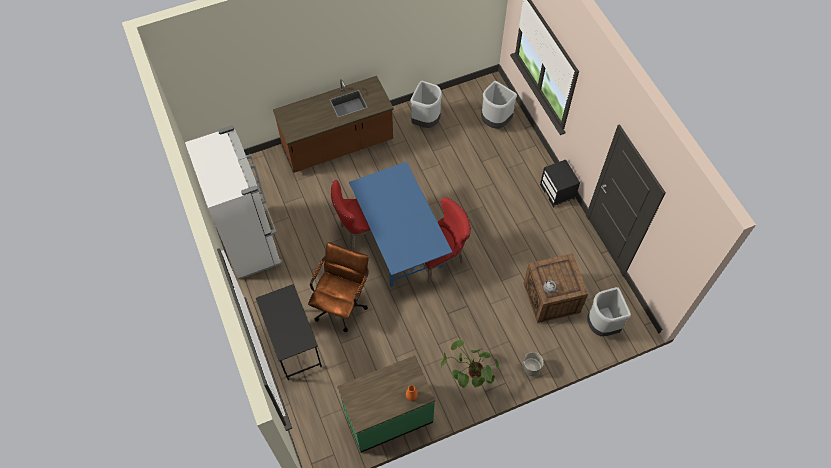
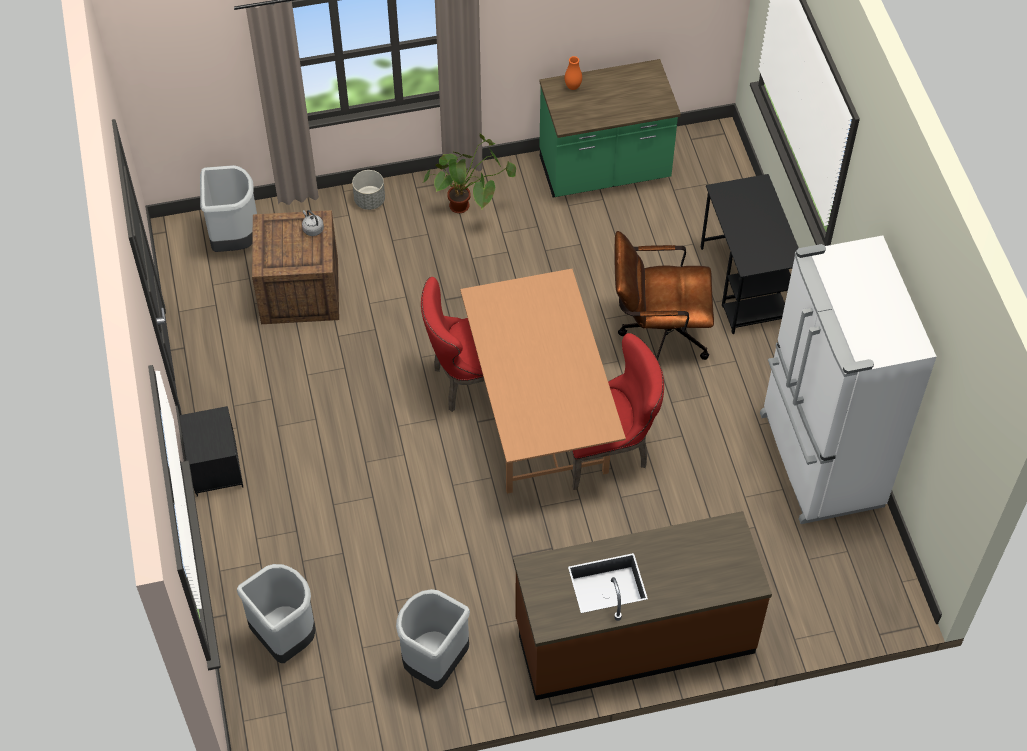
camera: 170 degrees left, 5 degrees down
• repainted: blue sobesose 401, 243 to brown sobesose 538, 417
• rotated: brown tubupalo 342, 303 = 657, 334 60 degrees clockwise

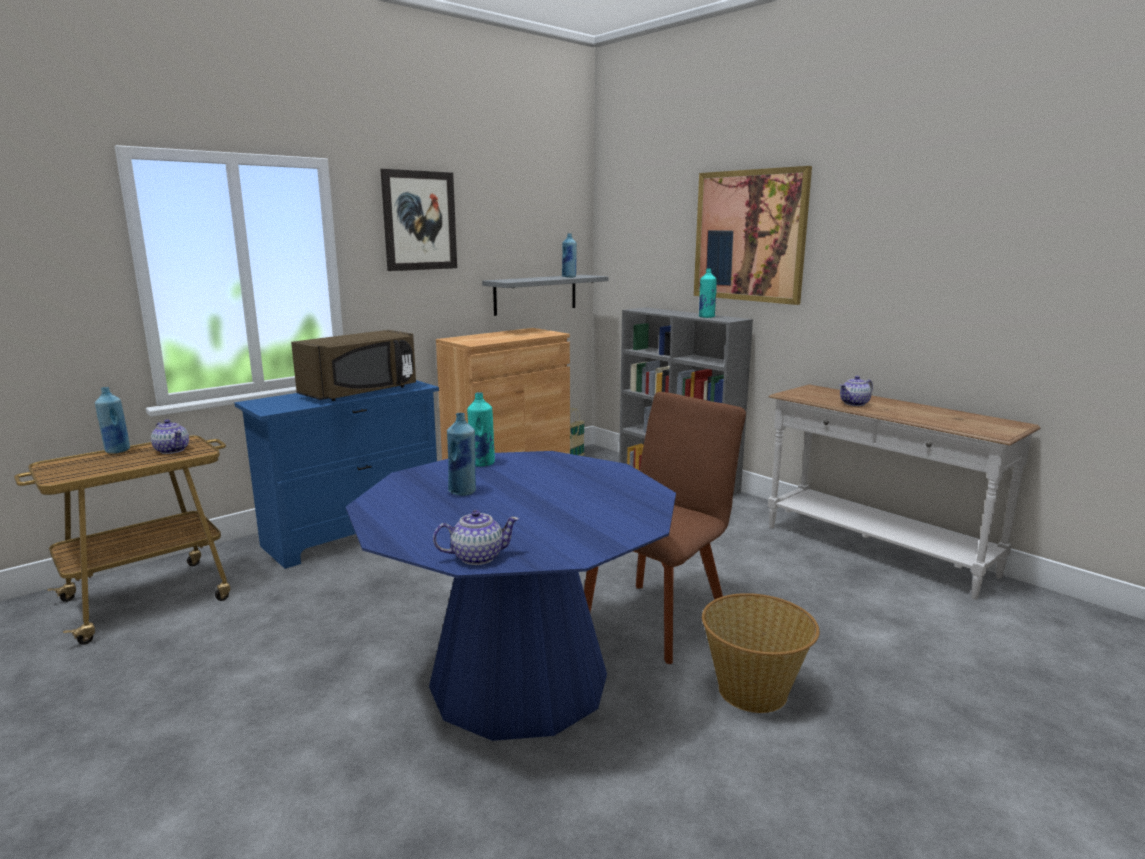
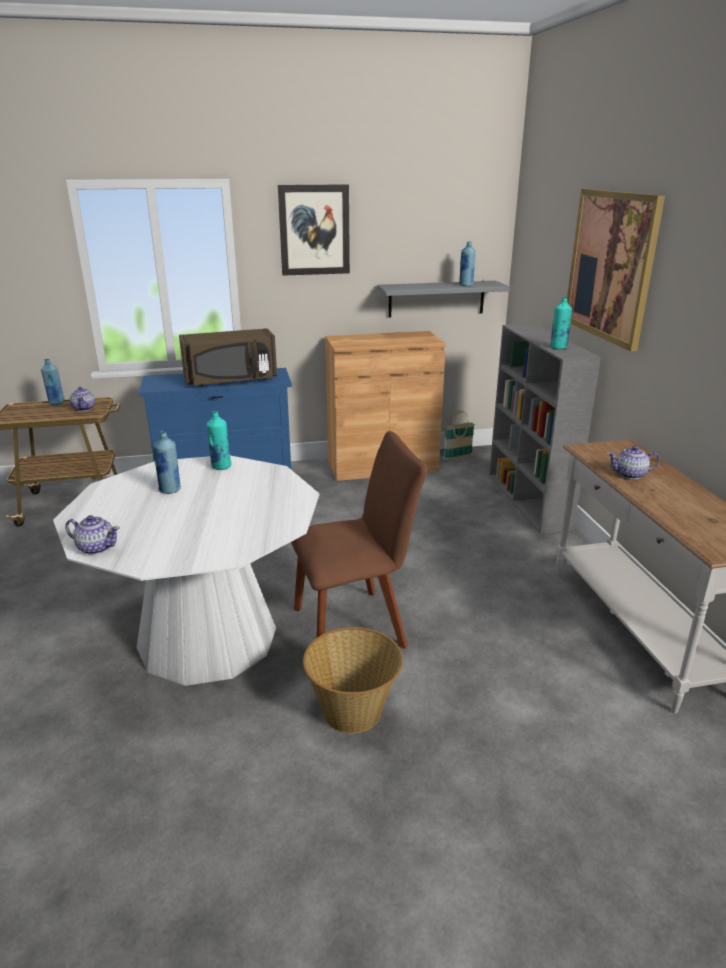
camera: 30 degrees right, 10 degrees up
• repainted: blue sobesose 519, 680 to white sobesose 207, 637

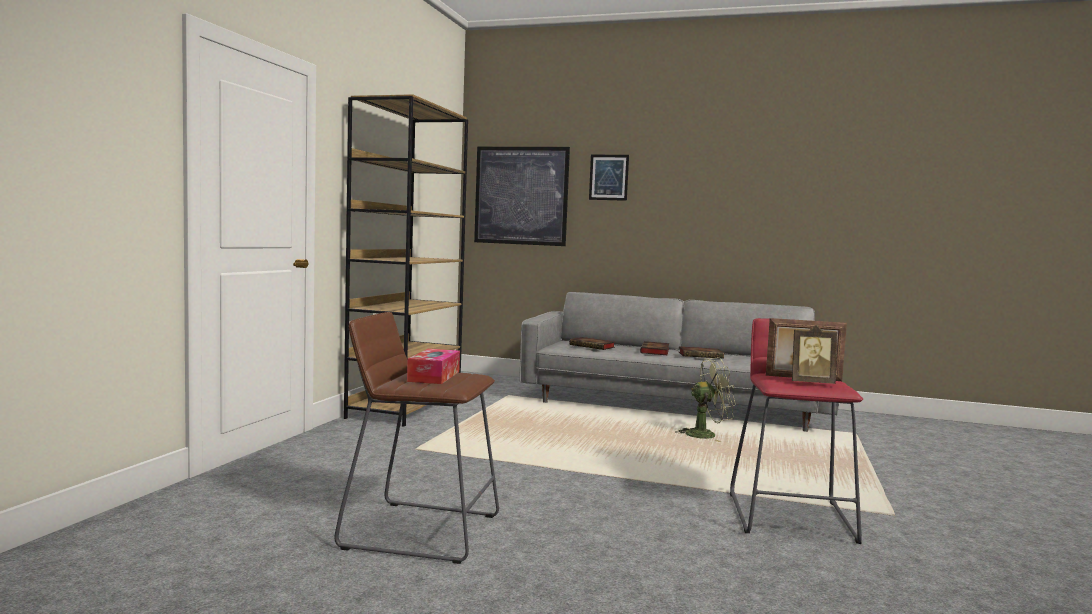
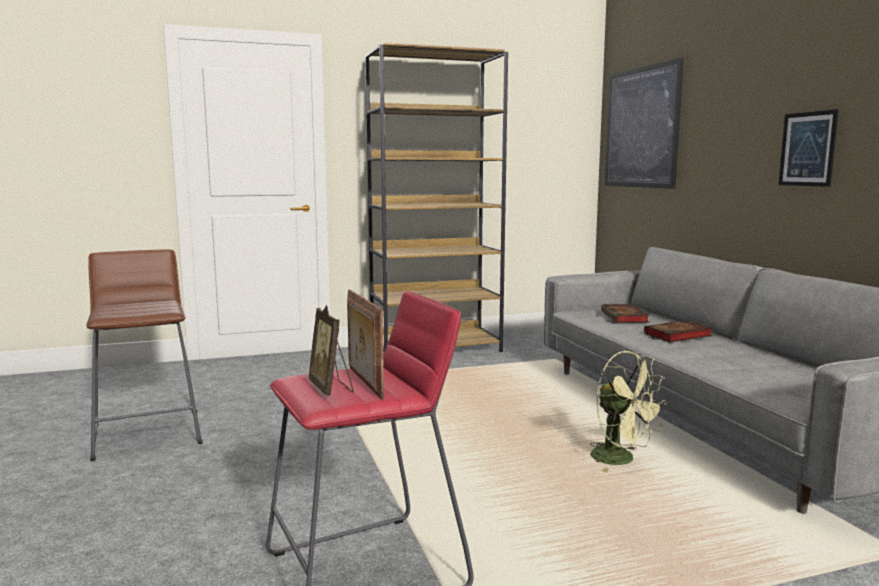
camera: 55 degrees right, 5 degrees up
• gone: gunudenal 434, 376
• gone: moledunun 701, 355
• shifted: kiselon 608, 177 to 807, 149

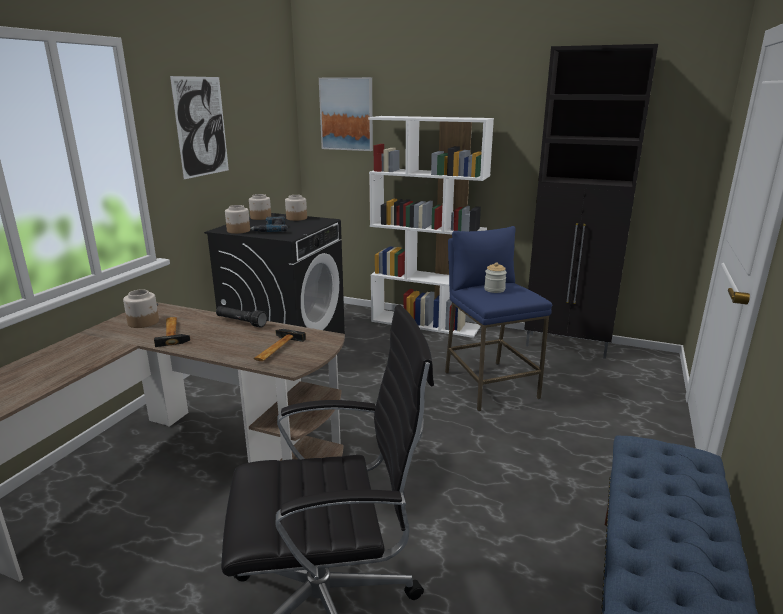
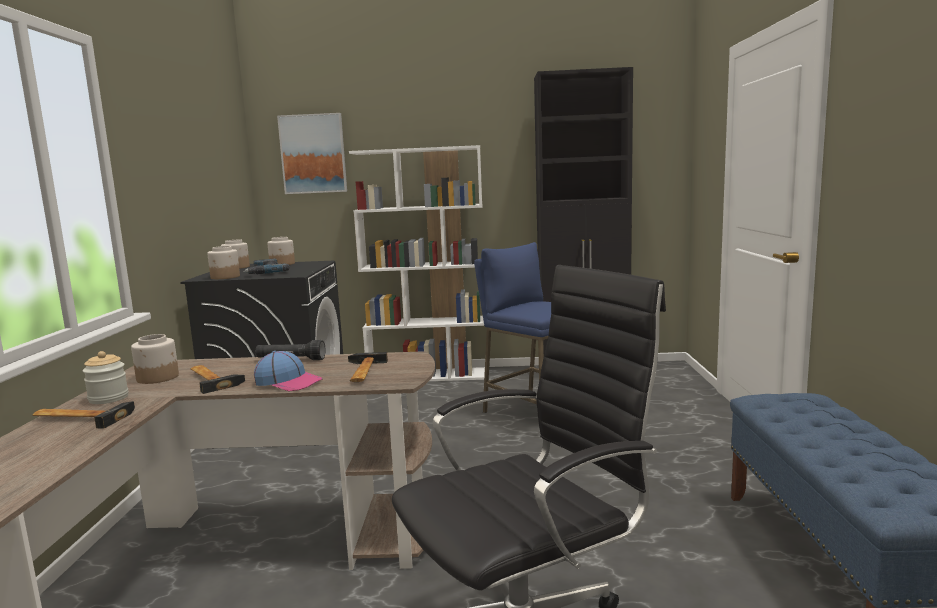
camera: 20 degrees left, 10 degrees down
• gone: kiselon 201, 127
• new: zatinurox 81, 417
• new: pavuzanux 288, 382
• shifted: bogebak 494, 289 to 108, 398

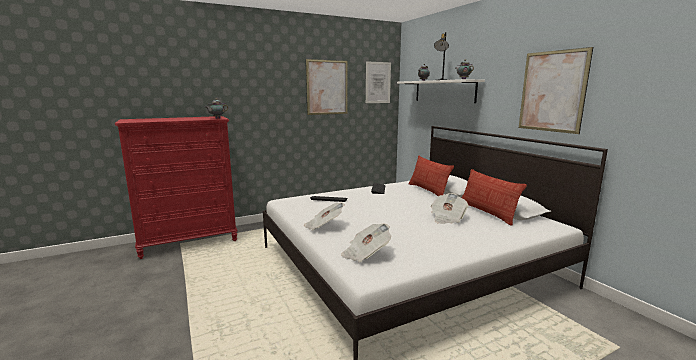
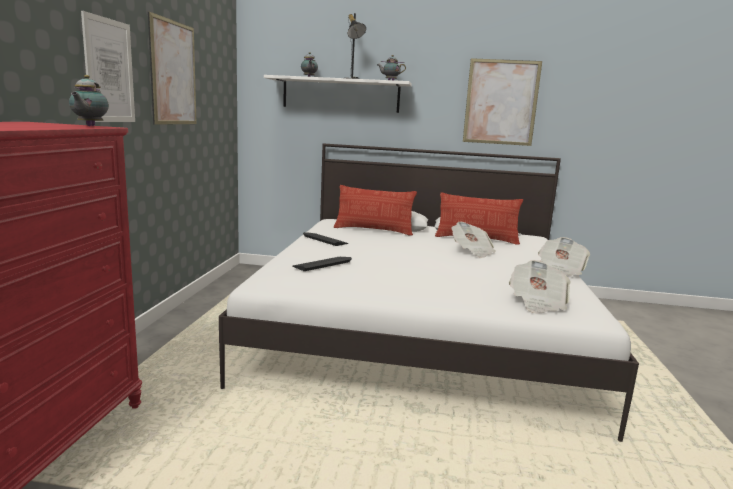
camera: 55 degrees left, 0 degrees up
• shifted: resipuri 323, 226 to 560, 270
• shifted: kiselon 378, 82 to 109, 71

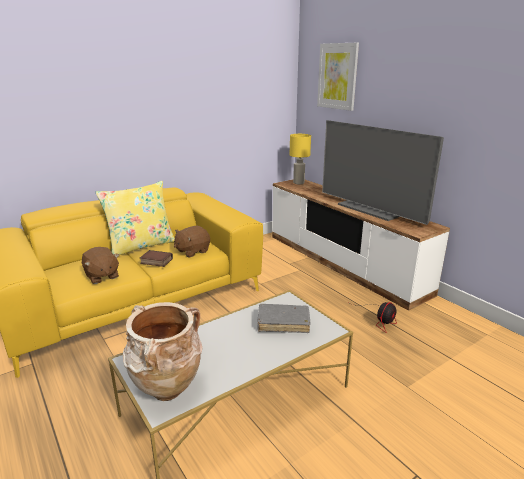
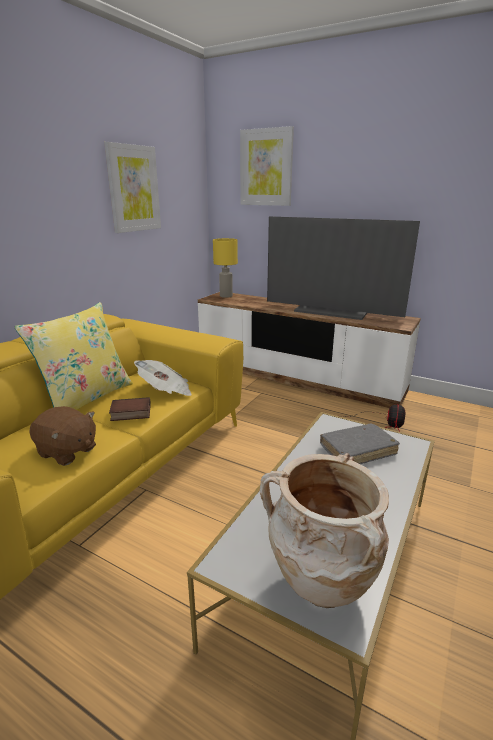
camera: 25 degrees left, 0 degrees up
• new: kiselon 133, 189
• swapped: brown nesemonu 192, 251 to resipuri 165, 391

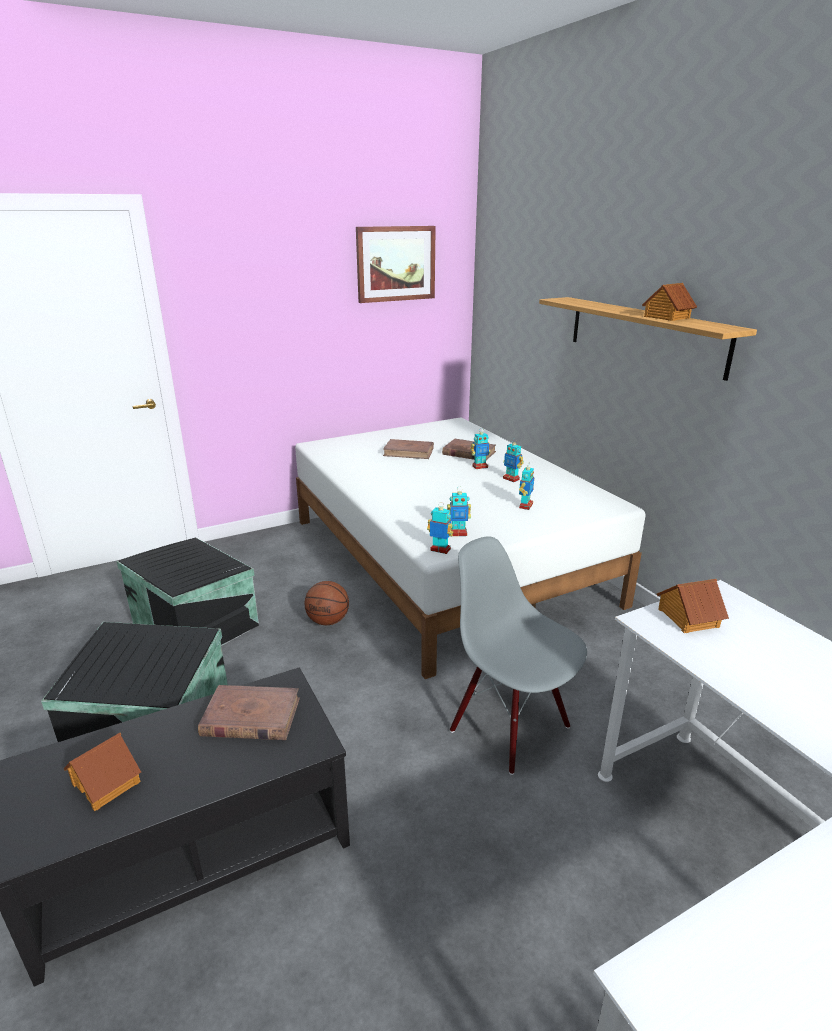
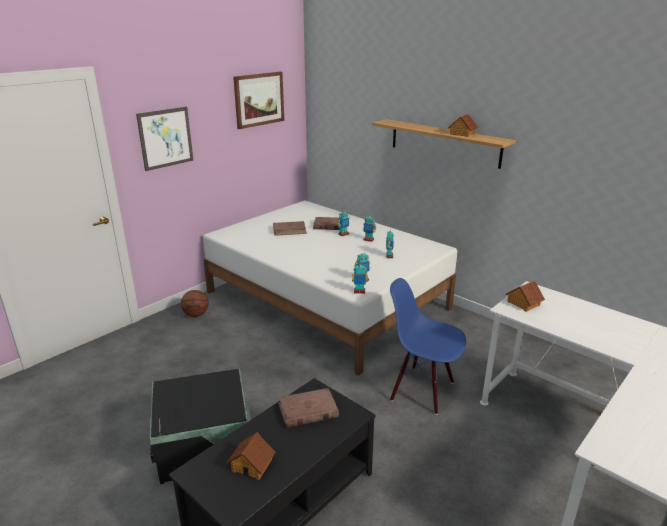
camera: 20 degrees left, 0 degrees up
• gone: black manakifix 196, 623
• new: kiselon 166, 138
• shifted: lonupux 328, 621 to 196, 314
• repainted: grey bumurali 511, 727 to blue bumurali 422, 390

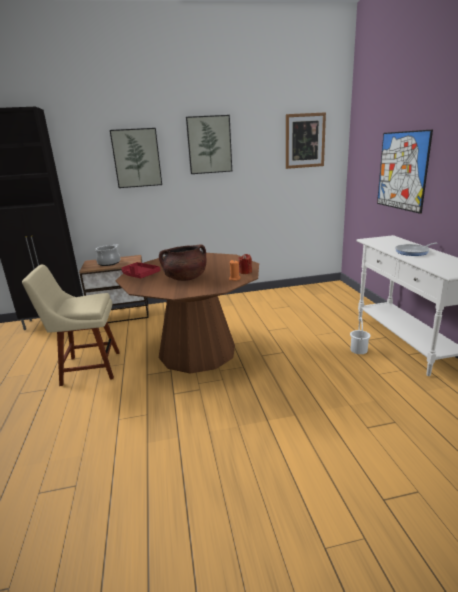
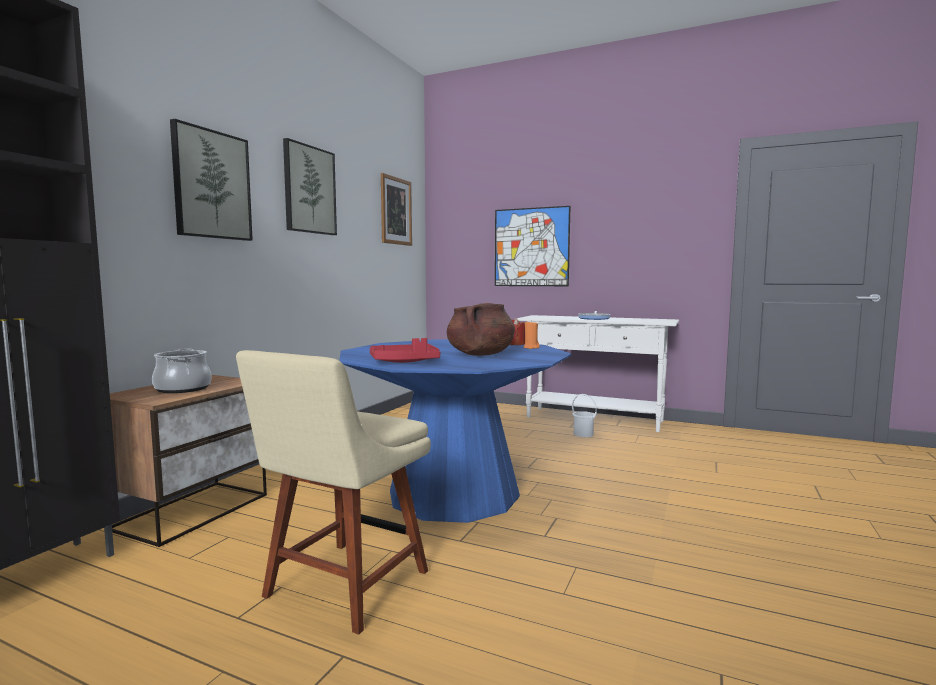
camera: 55 degrees left, 15 degrees down
• repainted: brown sobesose 197, 351 to blue sobesose 454, 493

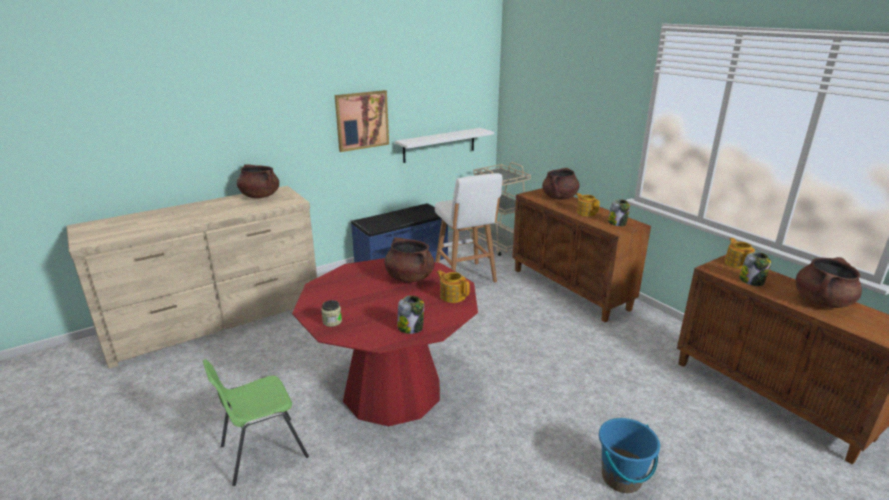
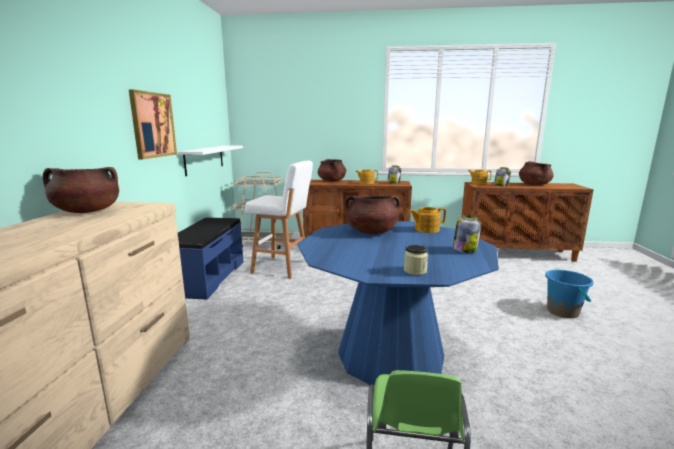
camera: 50 degrees left, 10 degrees down
• repainted: red sobesose 392, 390 to blue sobesose 390, 354

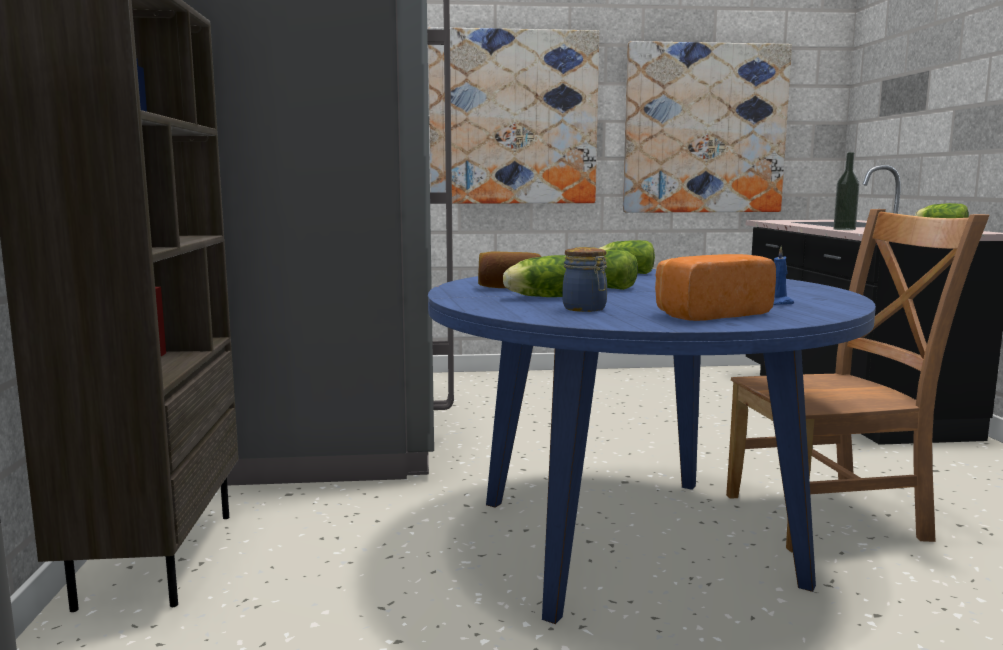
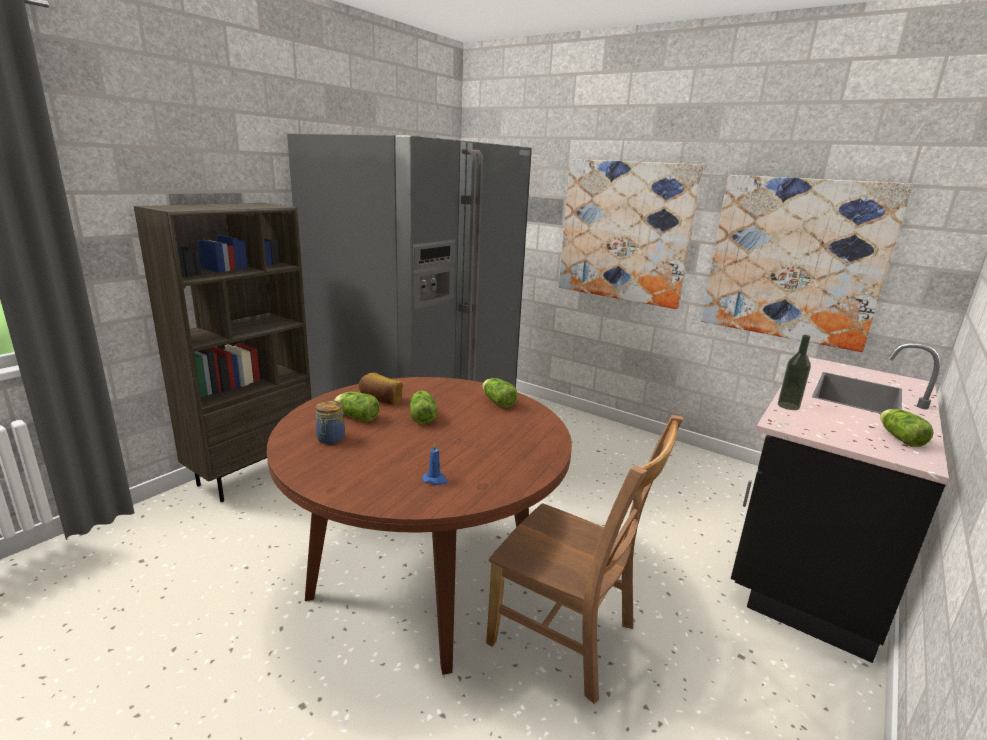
camera: 40 degrees right, 10 degrees up
• gone: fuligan 708, 314
• repainted: blue sobesose 632, 540 to brown sobesose 424, 578

